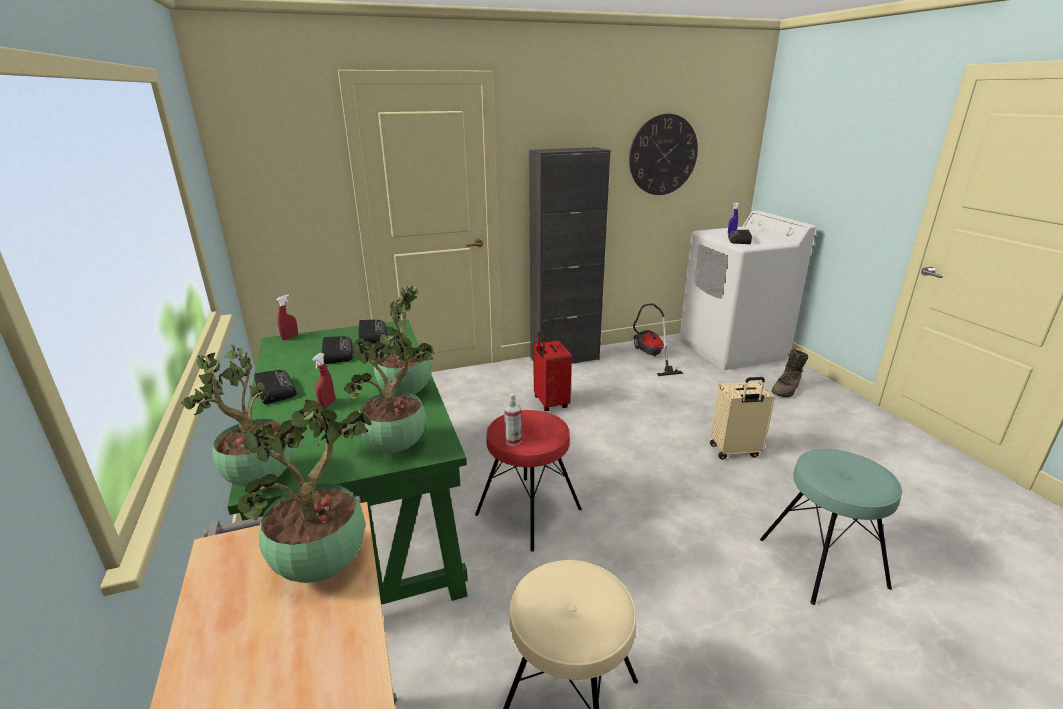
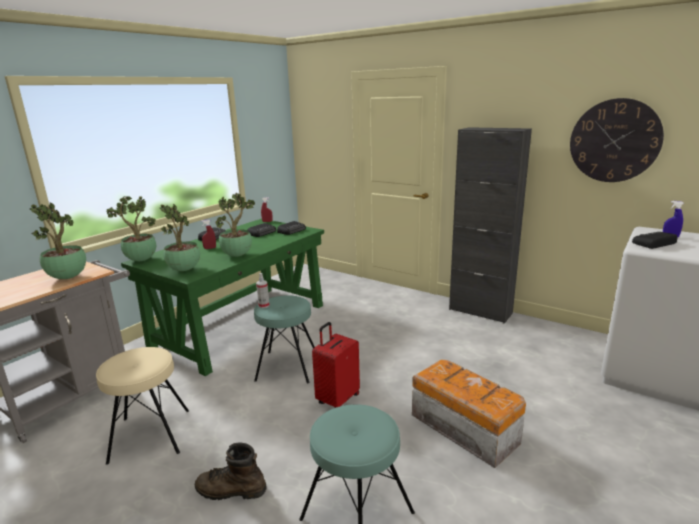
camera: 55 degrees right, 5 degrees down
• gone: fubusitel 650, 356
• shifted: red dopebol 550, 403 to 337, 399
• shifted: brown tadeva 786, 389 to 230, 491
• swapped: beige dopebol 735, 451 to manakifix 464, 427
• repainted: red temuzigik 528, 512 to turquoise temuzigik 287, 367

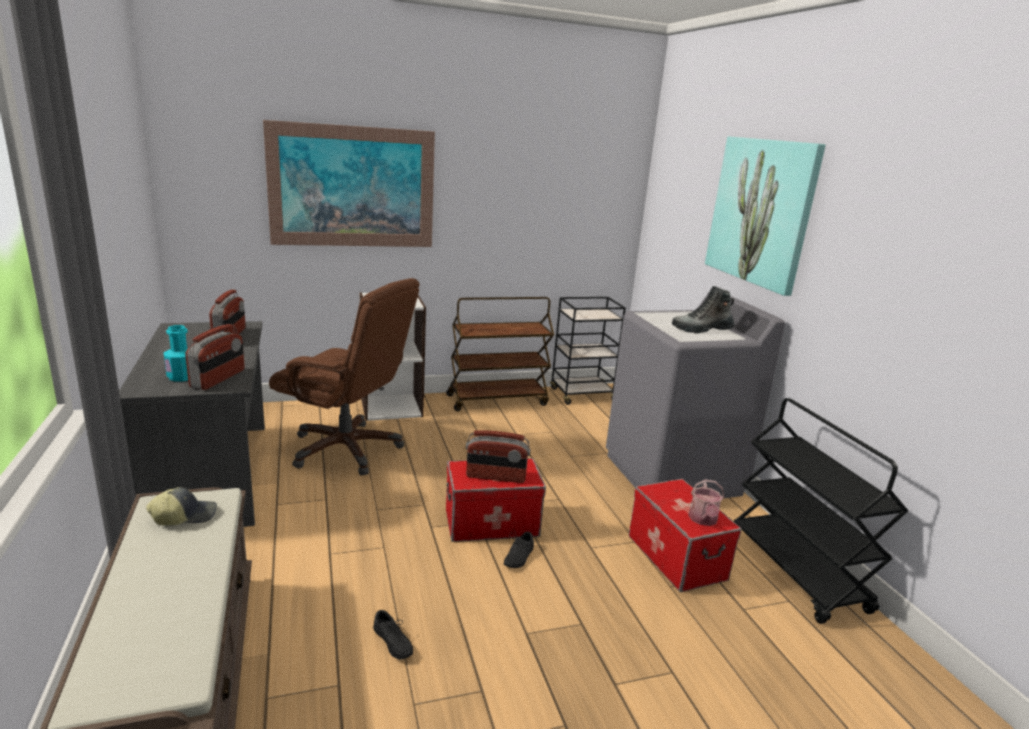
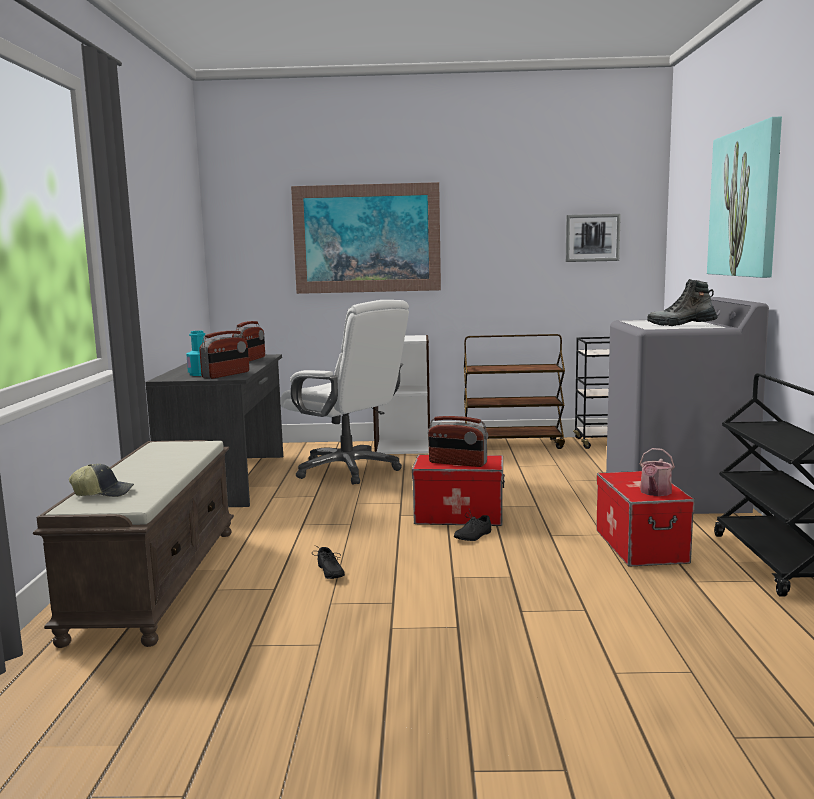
camera: 20 degrees right, 10 degrees down
• new: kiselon 592, 238
• shifted: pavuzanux 185, 516 to 104, 493
• repainted: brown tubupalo 347, 449 to white tubupalo 348, 470

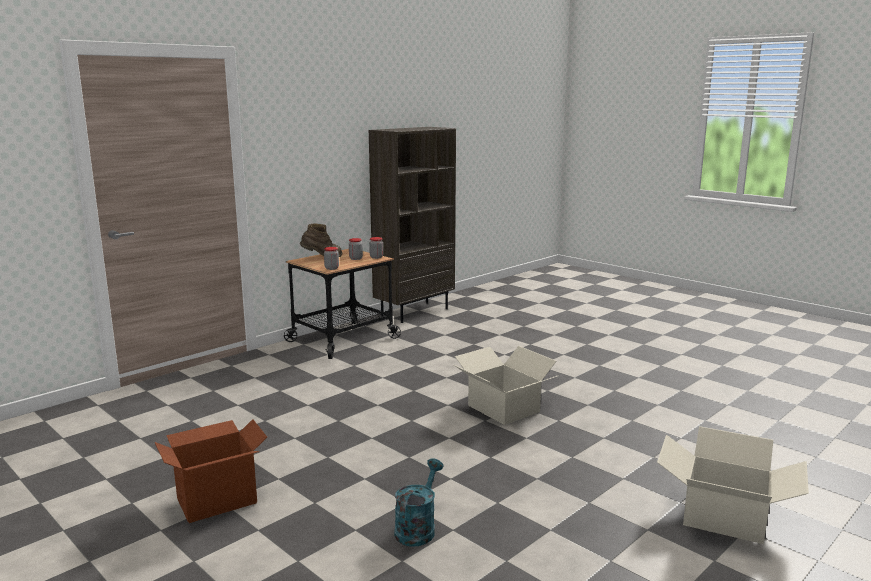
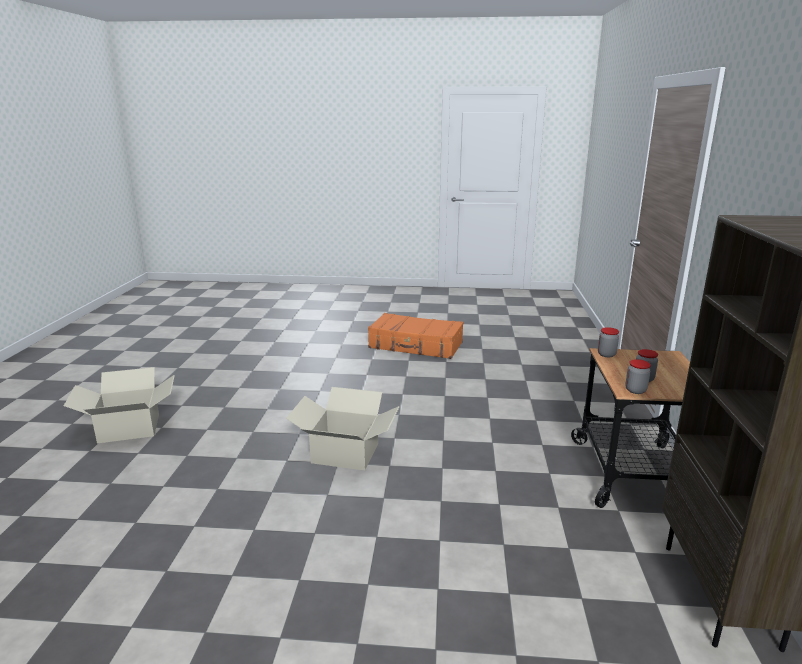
camera: 140 degrees right, 5 degrees up
• gone: brown tadeva 322, 257
• gone: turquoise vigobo 417, 528
• swapped: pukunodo 216, 500 to orange dopebol 416, 345

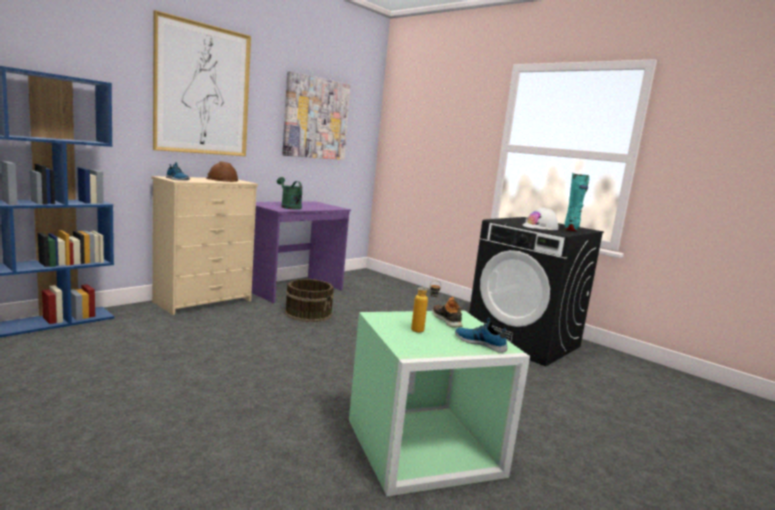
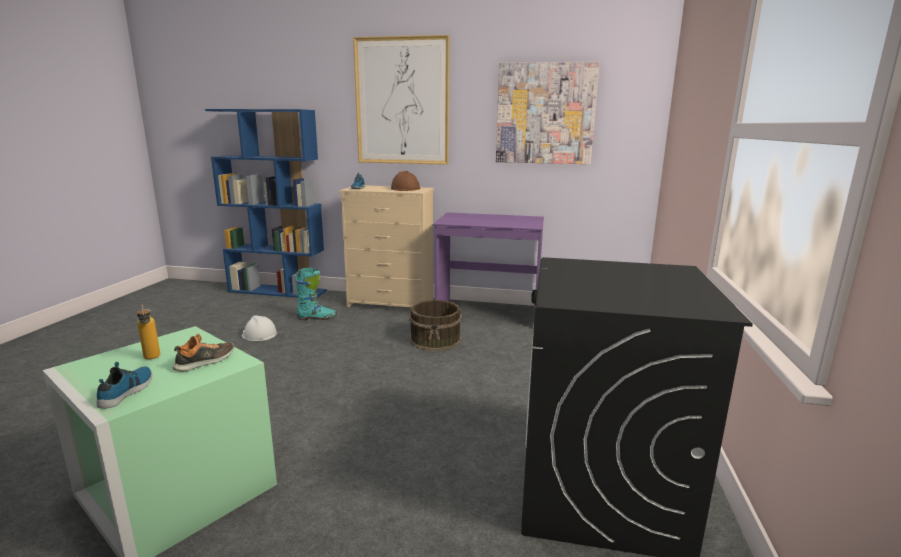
camera: 60 degrees right, 5 degrees up
• gone: green vigobo 289, 207
• shifted: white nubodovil 540, 227 to 259, 334
• shifted: turquoise tadeva 571, 229 to 317, 318

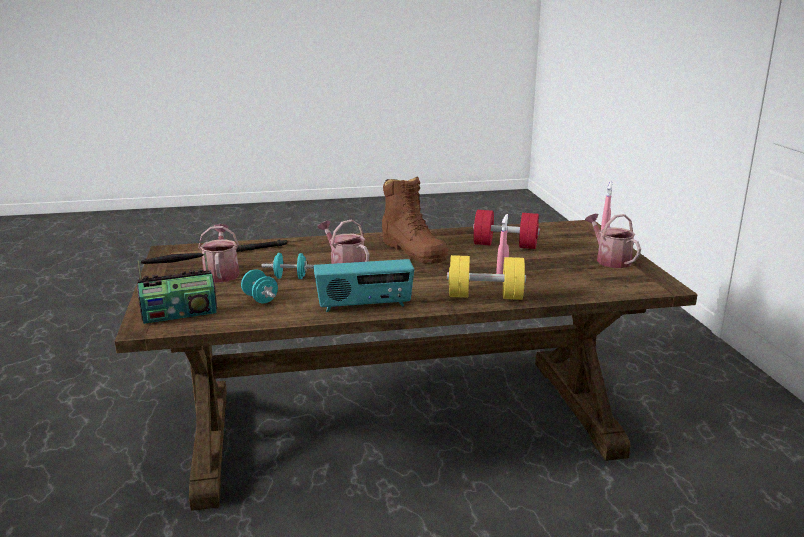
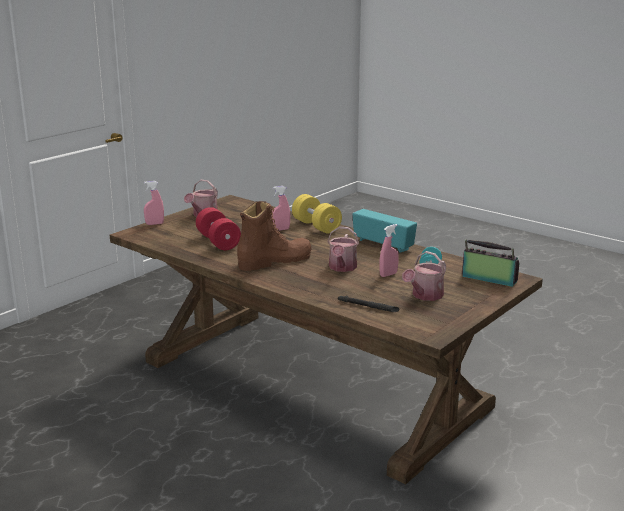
camera: 130 degrees left, 0 degrees up
• swapped: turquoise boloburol 290, 278 to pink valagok 388, 274
• rotated: brown tadeva 413, 250 = 274, 261 45 degrees clockwise

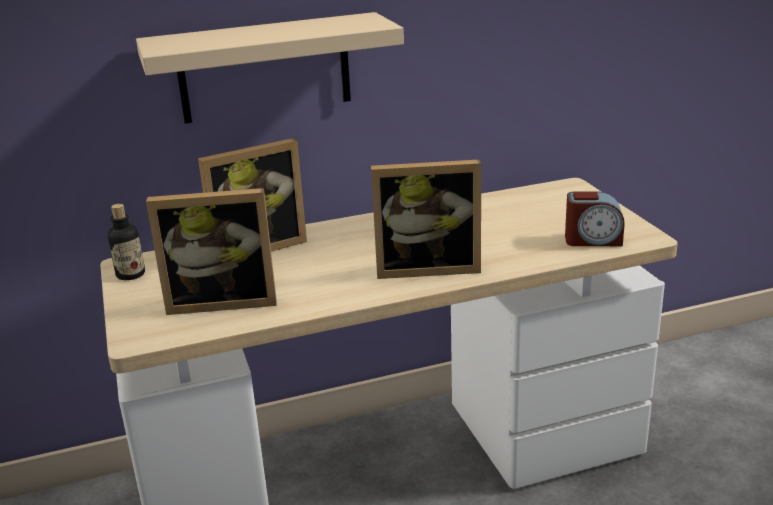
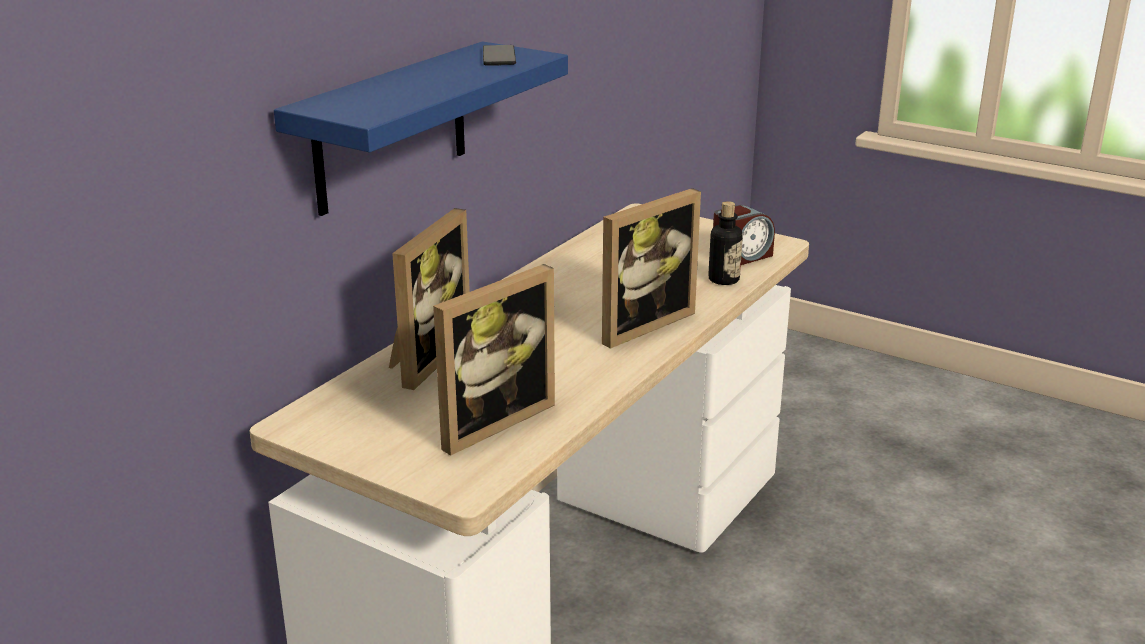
camera: 40 degrees left, 0 degrees up
• new: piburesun 499, 57
• shifted: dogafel 130, 274 to 723, 279
• repainted: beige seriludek 264, 68 to blue seriludek 391, 128

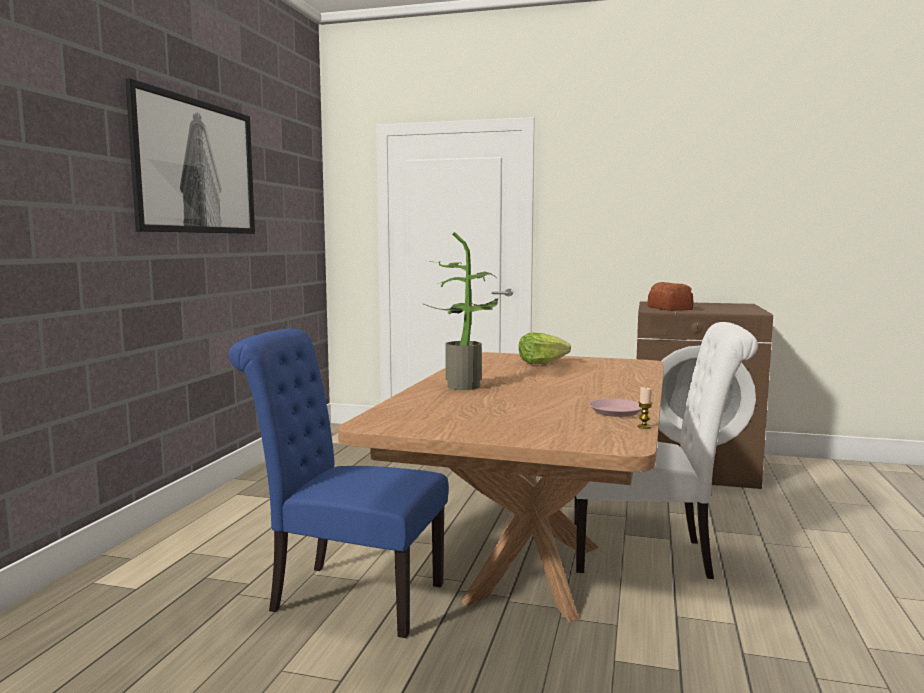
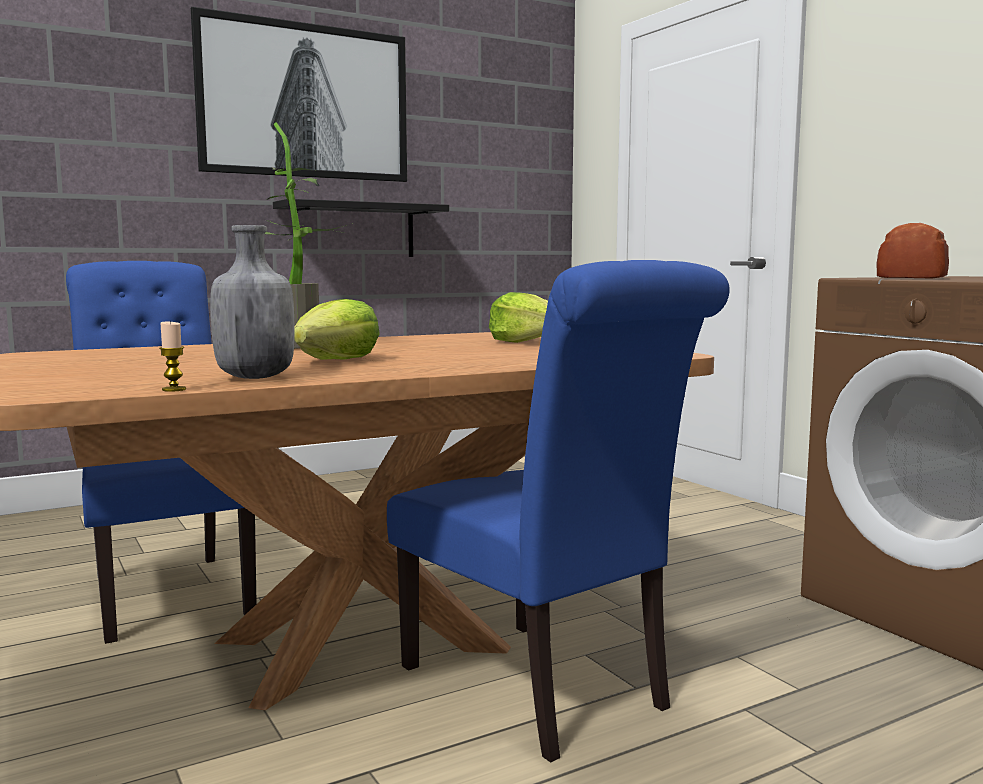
camera: 45 degrees right, 0 degrees up
• new: black seriludek 354, 230
• new: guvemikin 337, 361
• swapped: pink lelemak 615, 412 to grey dogafel 254, 377
• repainted: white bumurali 650, 555 to blue bumurali 544, 692

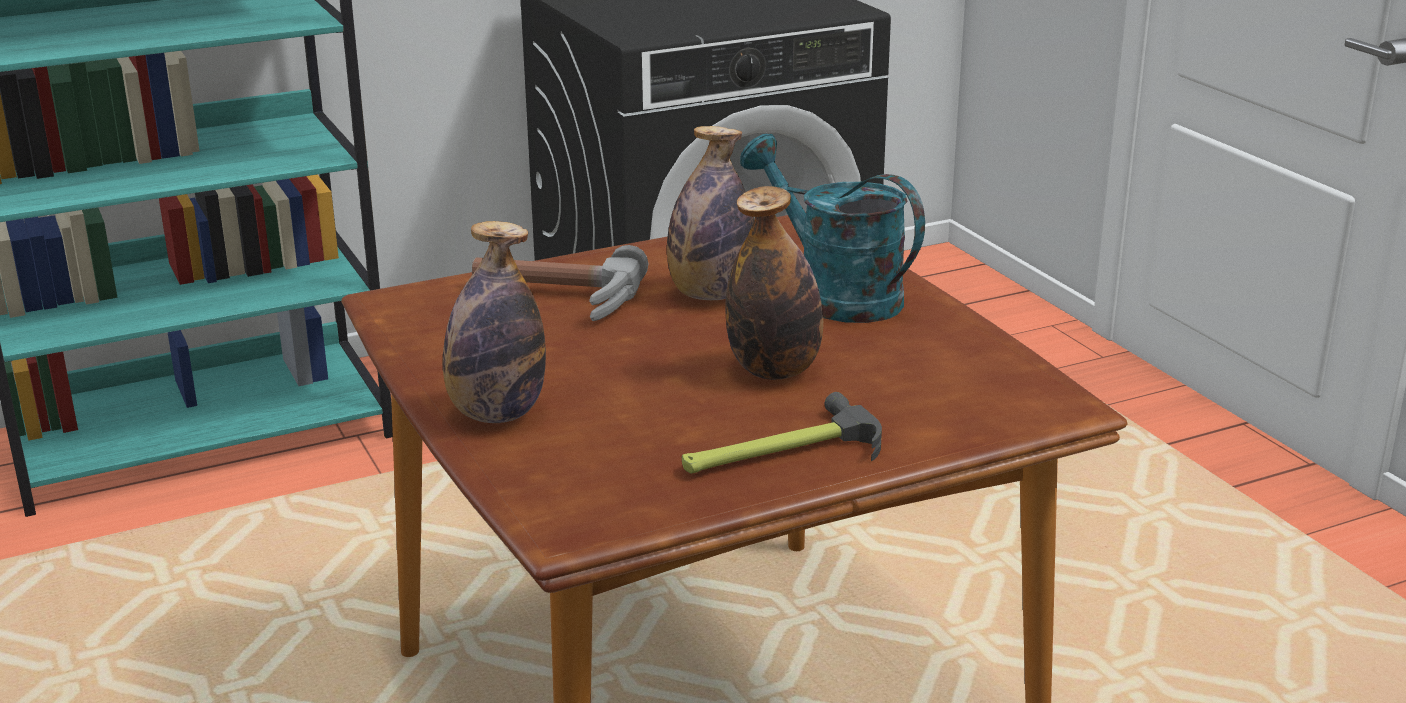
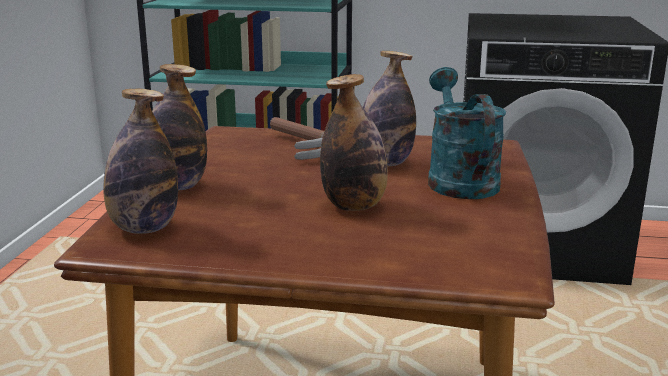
camera: 35 degrees right, 5 degrees down
• gone: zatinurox 778, 452
• new: dogafel 144, 229

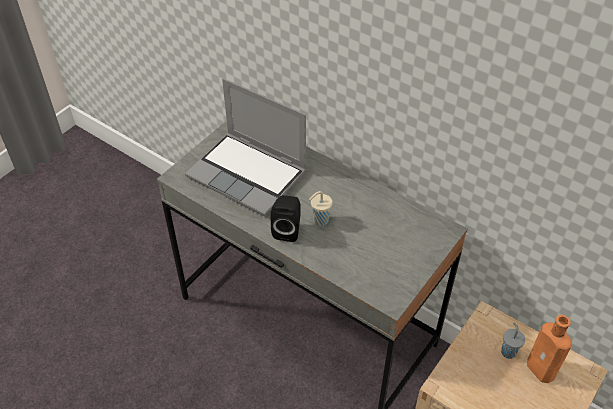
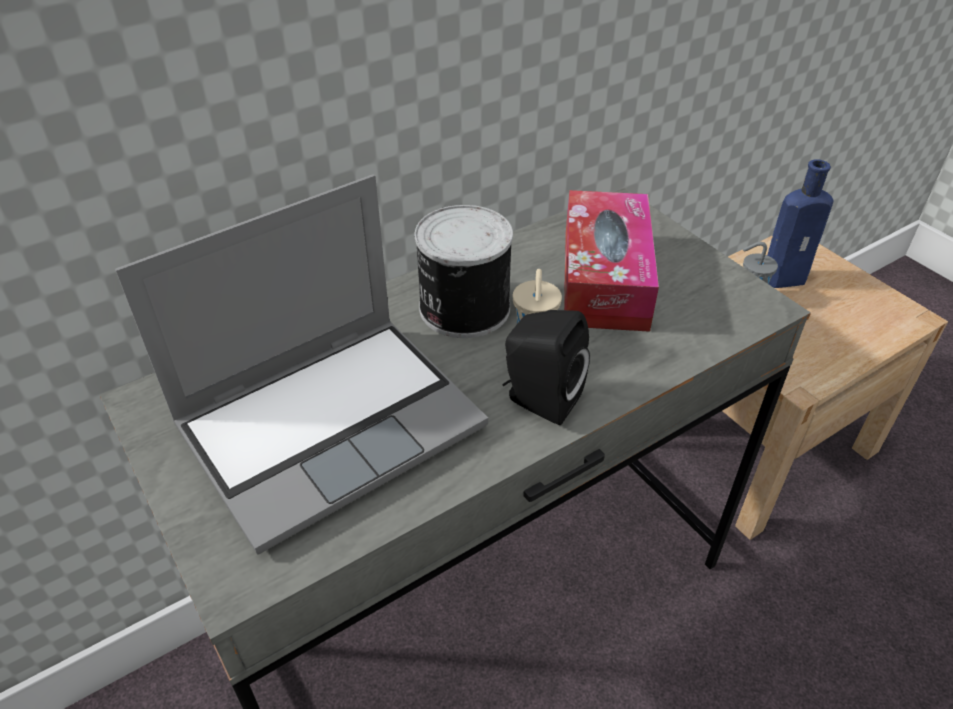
camera: 70 degrees left, 5 degrees down
• new: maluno 462, 308
• new: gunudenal 604, 278
• repainted: orange dogafel 542, 371 to blue dogafel 786, 278

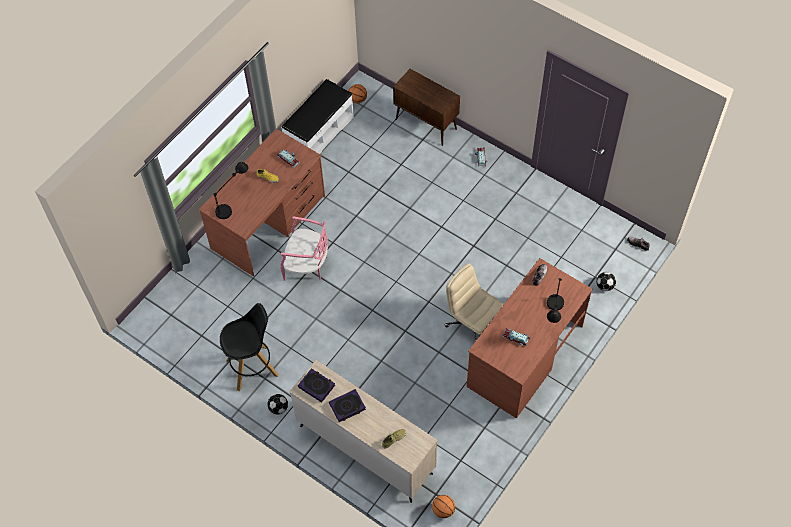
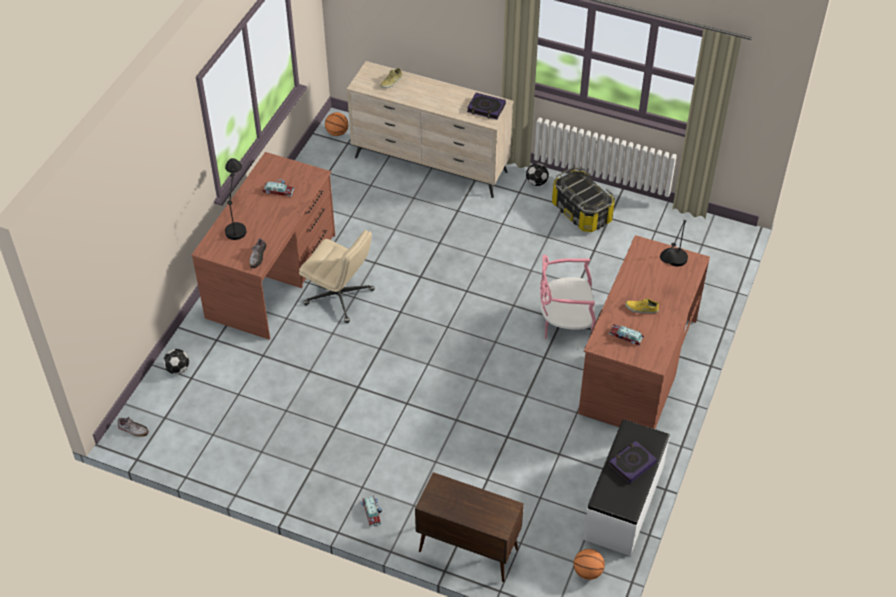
camera: 165 degrees right, 10 degrees down
• shifted: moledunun 347, 407 to 632, 463
• swapped: black temuzigik 253, 367 to manakifix 581, 212

